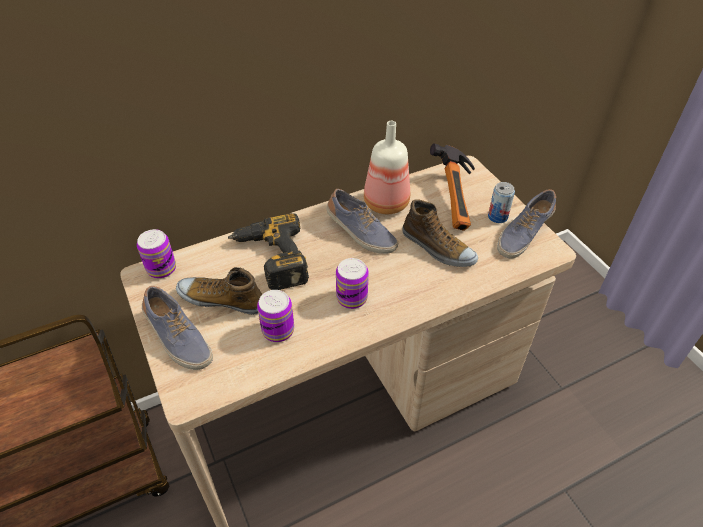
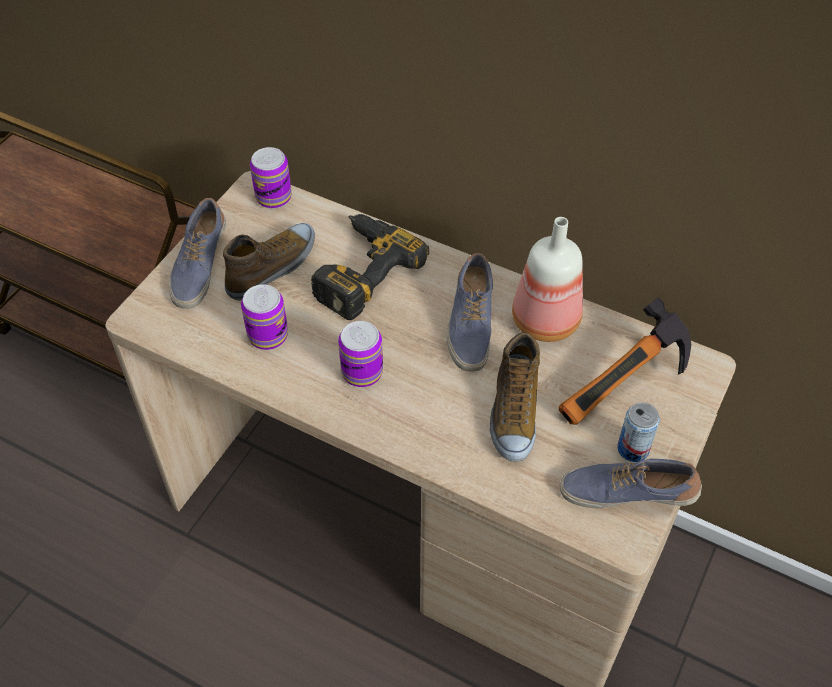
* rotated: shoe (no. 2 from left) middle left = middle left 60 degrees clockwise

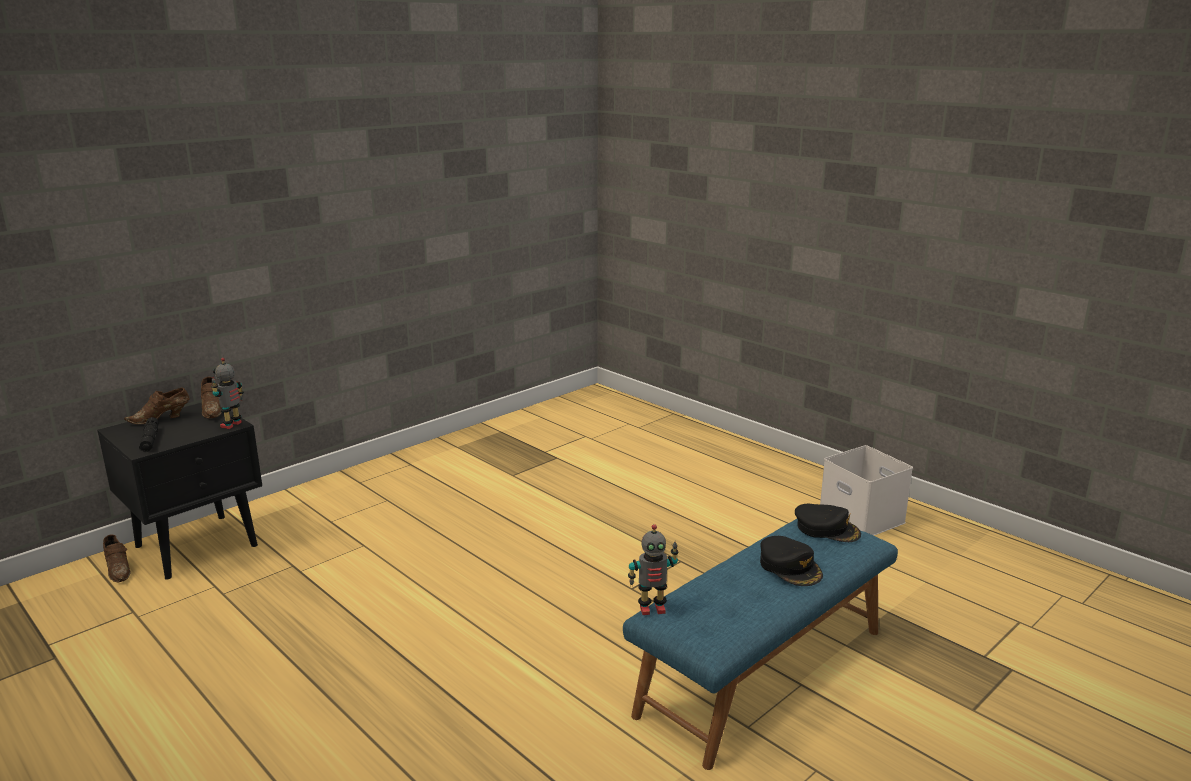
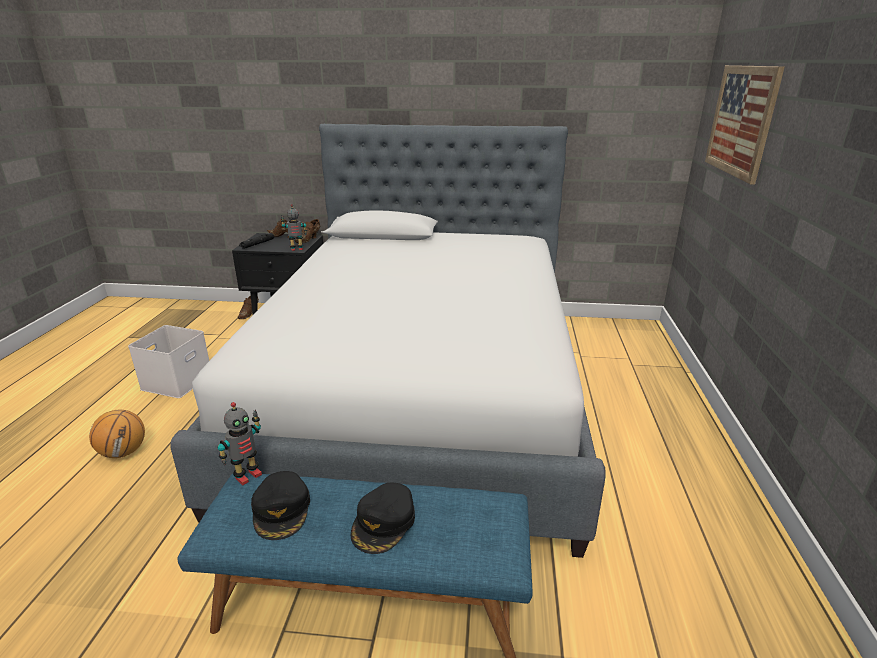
* rotated: toy robot (no. 2 from left in the first image) bottom centre = bottom left 90 degrees counterclockwise
* shifted: black cap (no. 2 from left in the first image) bottom right to black cap (no. 1 from left) bottom left
* shifted: white storage box middle right to middle left
* new: basketball middle left
* new: bed centre
* new: picture top right

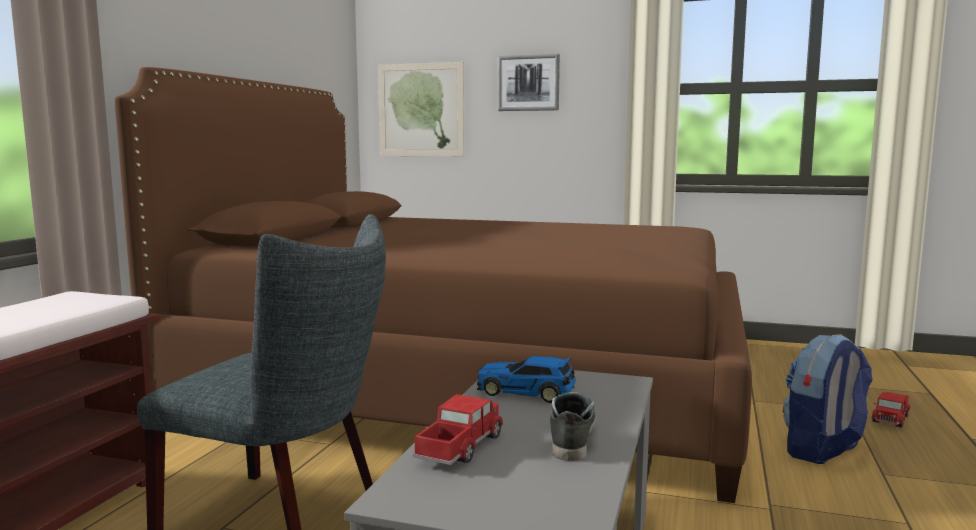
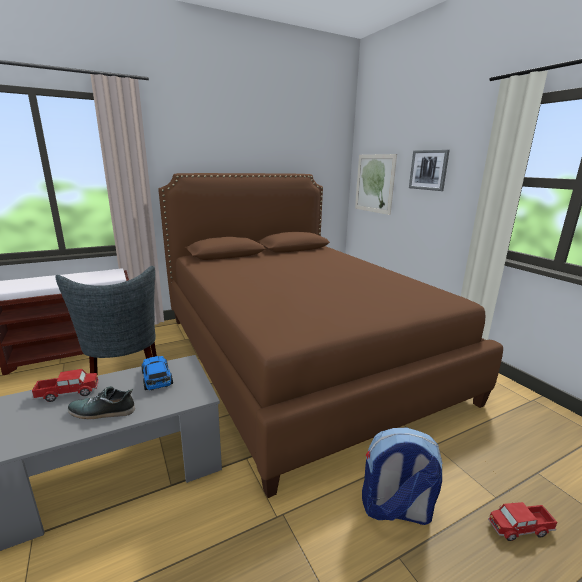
* rotated: shoe bottom centre = bottom left 150 degrees counterclockwise

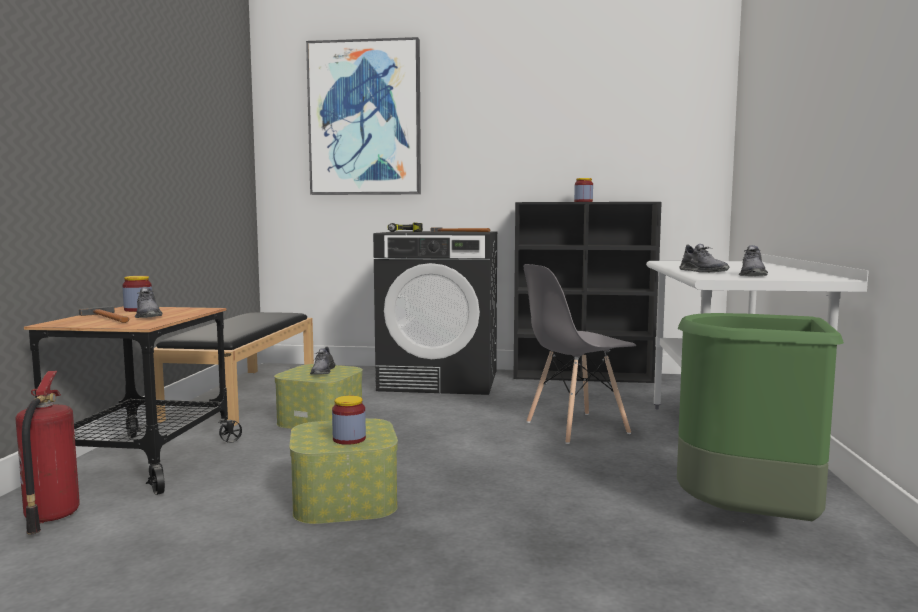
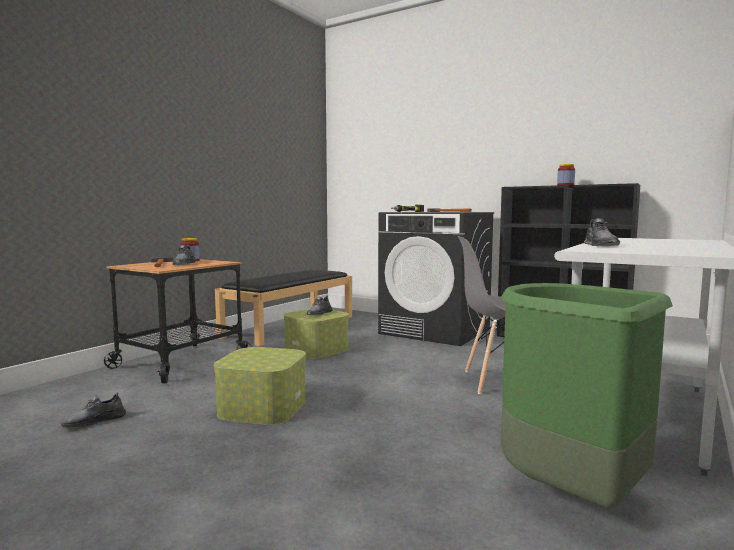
* gone: fire extinguisher bottom left
* gone: picture top centre
* gone: jar (no. 2 from left) bottom centre
* shifted: grey shoe (no. 4 from left in the first image) middle right to grey shoe (no. 1 from left) bottom left

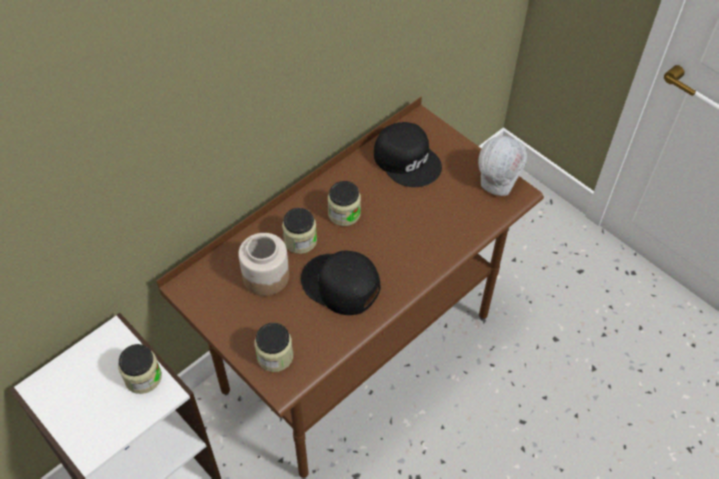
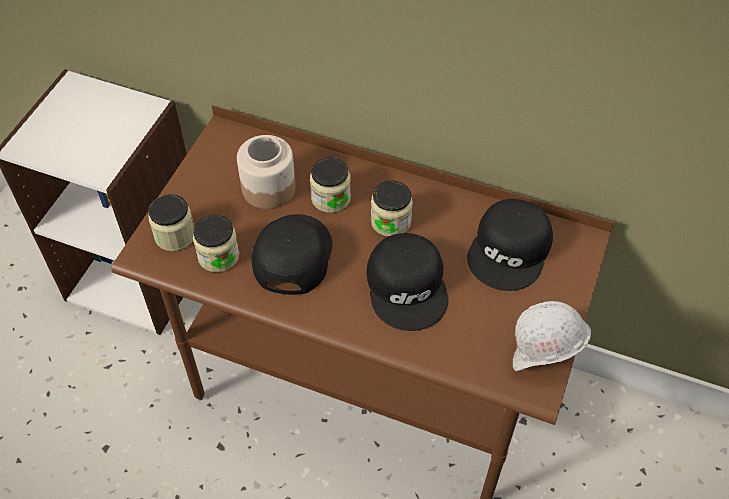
* shifted: jar (no. 1 from left in the first image) bottom left to jar (no. 2 from left) middle left
* new: black cap (no. 2 from left) centre

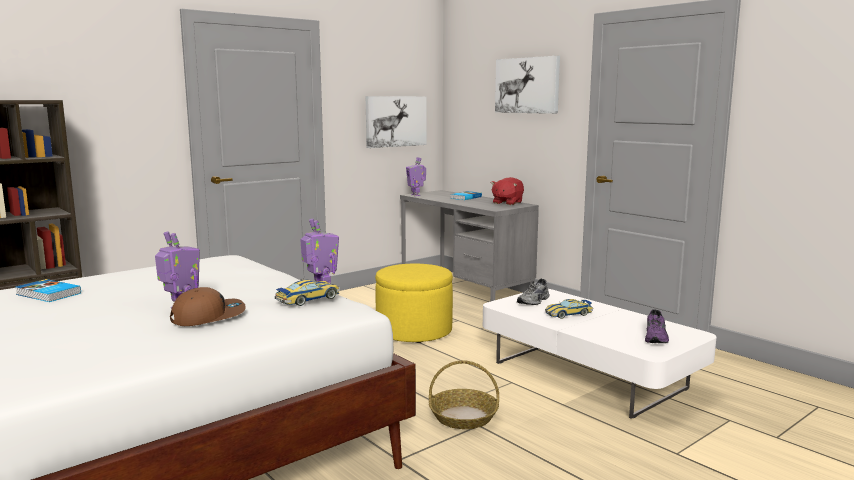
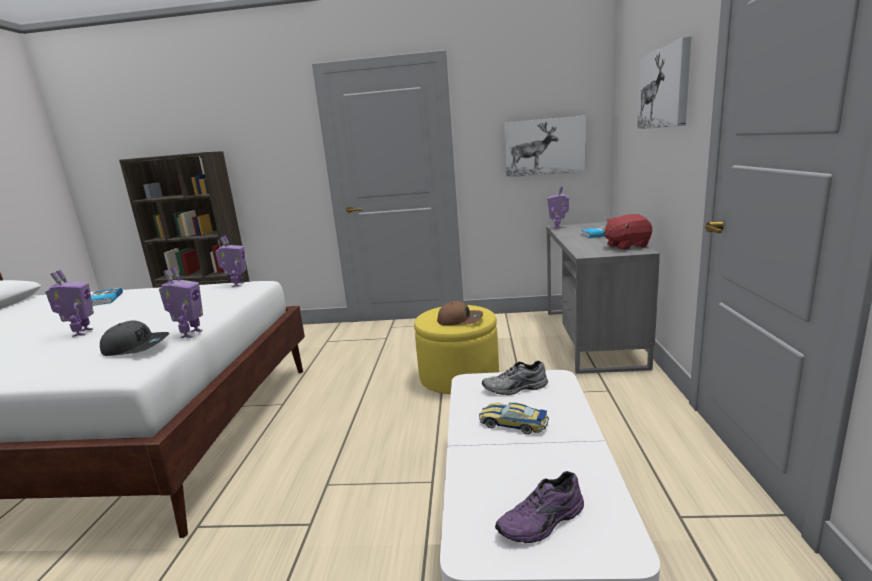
* shifted: brown cap middle left to centre
* swapped: toy car (no. 1 from left) centre to grey cap middle left
* gone: basket bottom centre
* new: toy robot (no. 3 from left) middle left

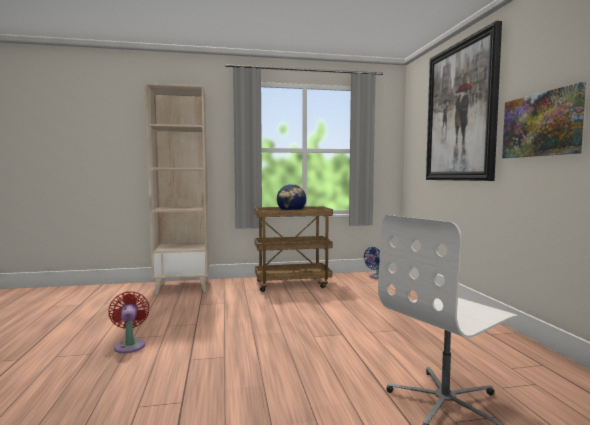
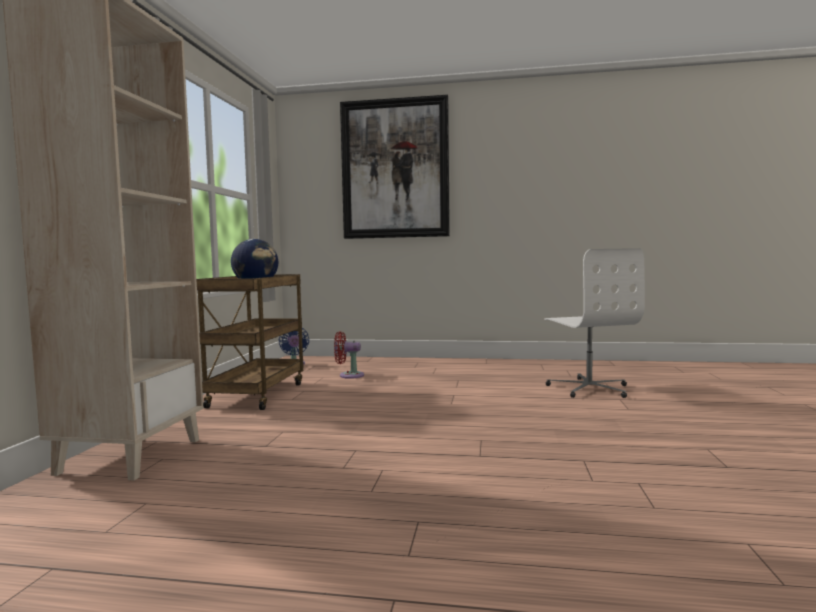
* shifted: red fan bottom left to centre
* gone: picture (no. 2 from left) top right

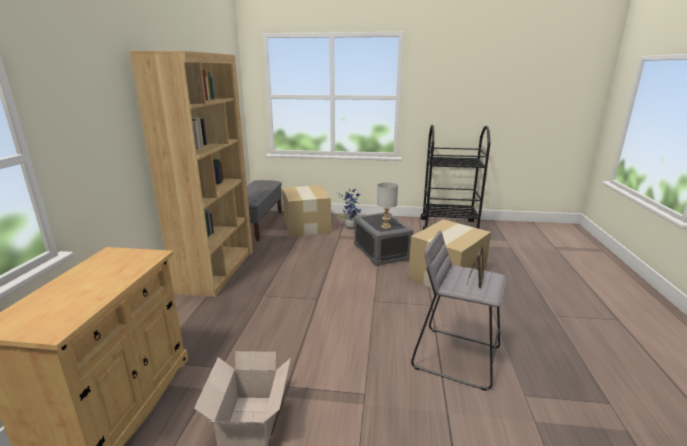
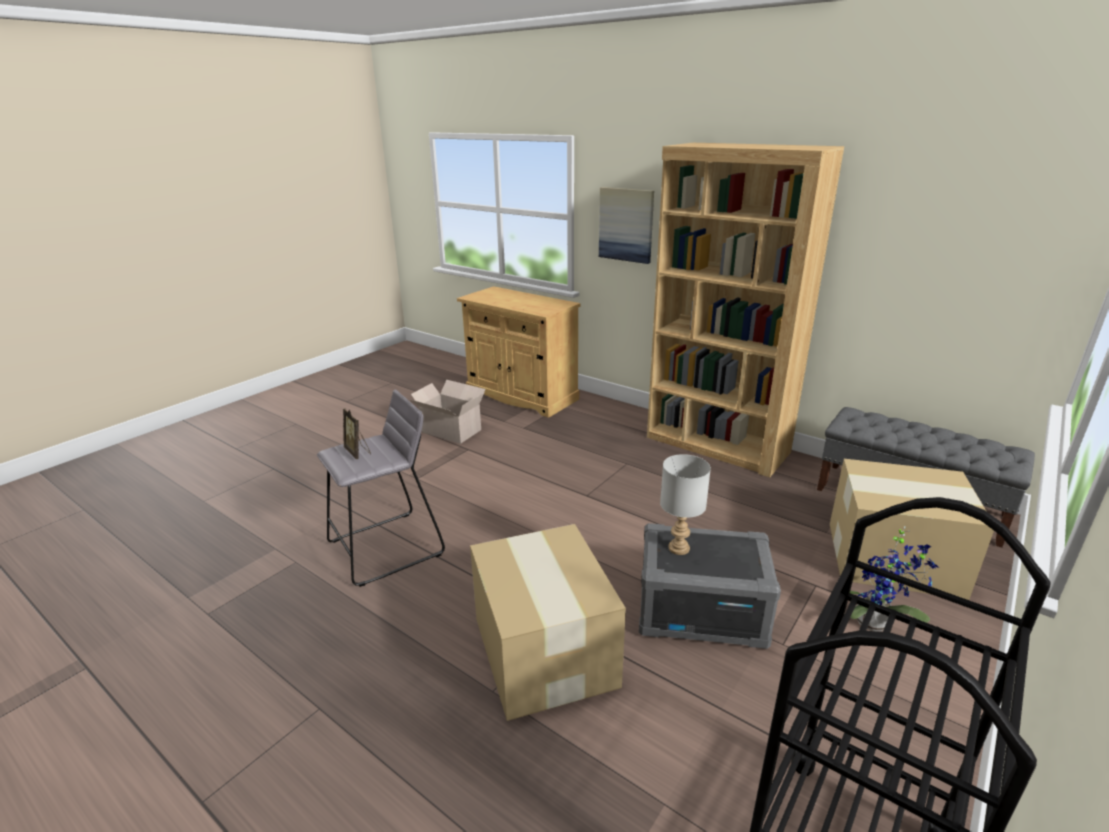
* new: picture top centre

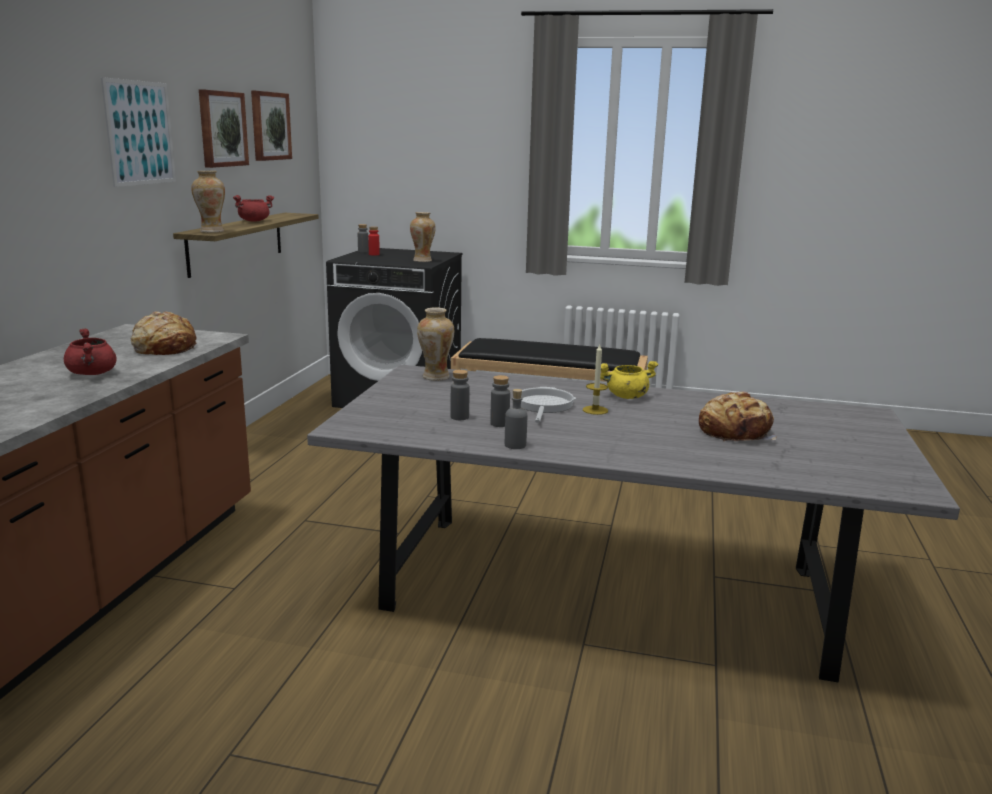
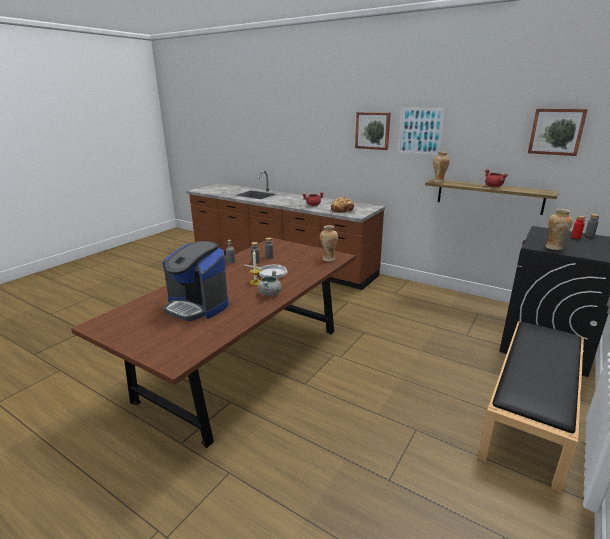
* shifted: picture (no. 2 from left in the first image) top left to picture (no. 1 from left) top centre
* repainted: grey dining table centre to brown dining table centre
* repainted: yellow cooking pot centre to grey cooking pot centre
* swapped: bread (no. 2 from left) middle right to coffee machine middle left

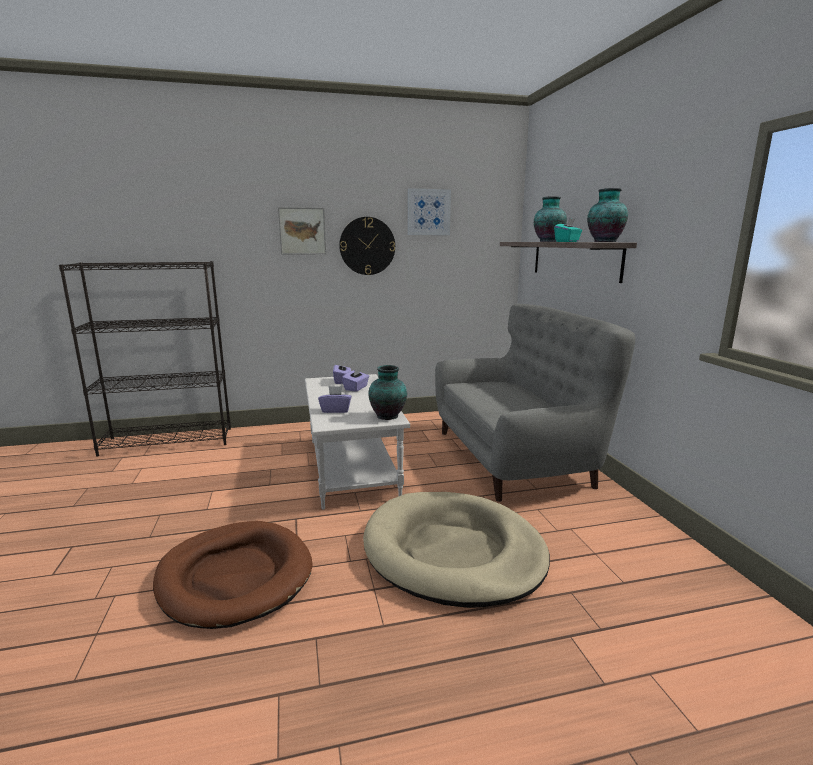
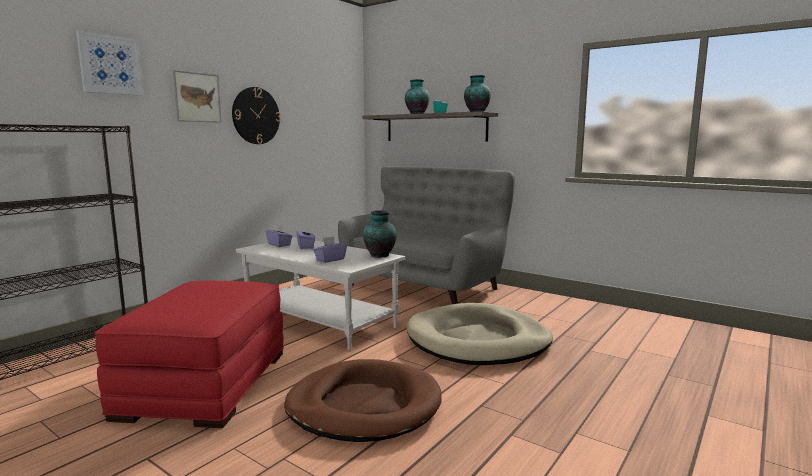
* shifted: picture (no. 2 from left in the first image) top centre to picture (no. 1 from left) top left
* new: red ottoman bottom left

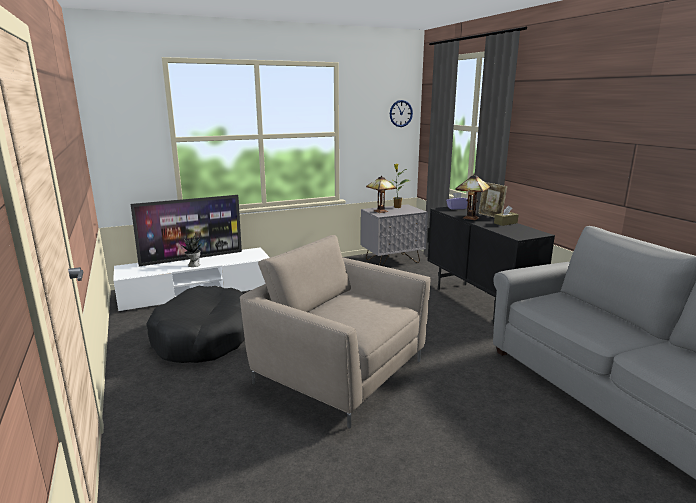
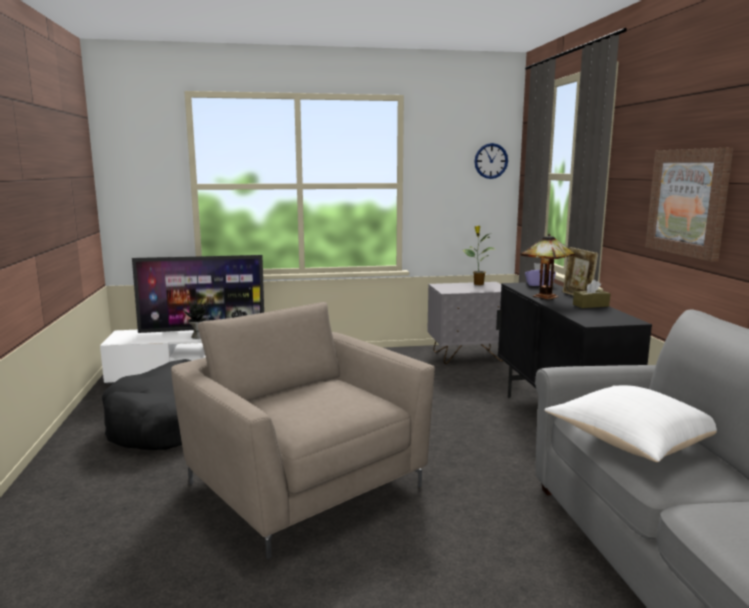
* gone: table lamp (no. 1 from left) centre
* new: white pillow bottom right
* new: picture middle right

